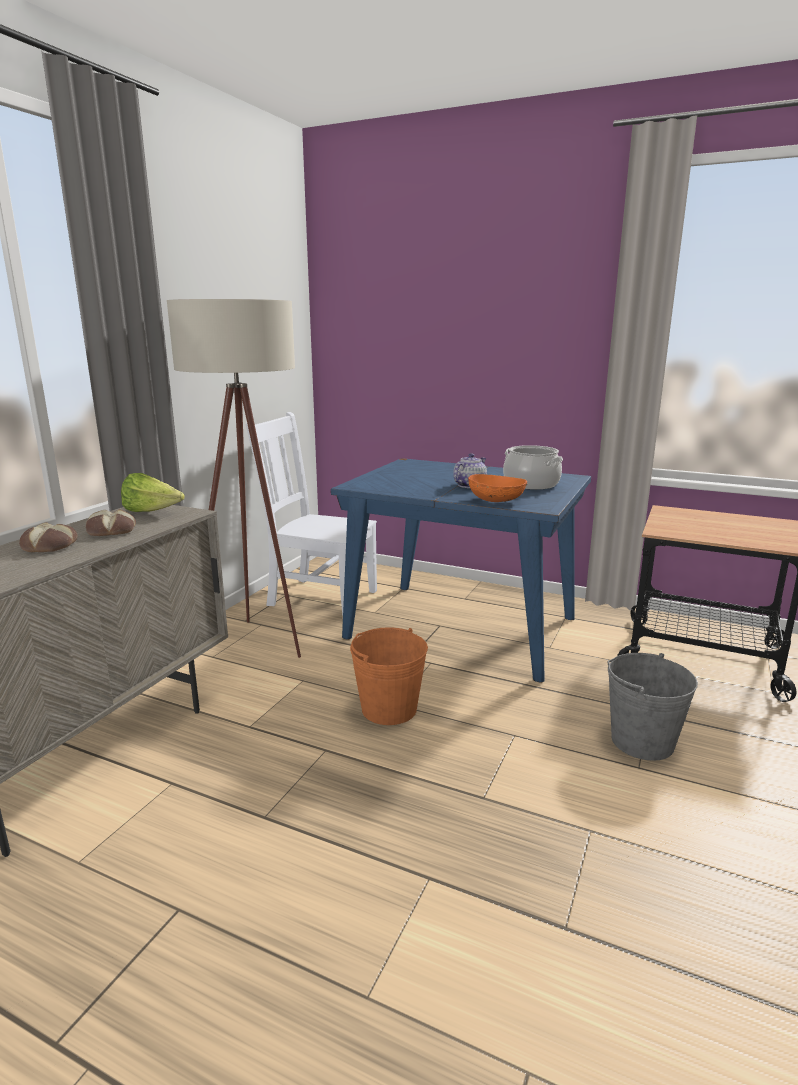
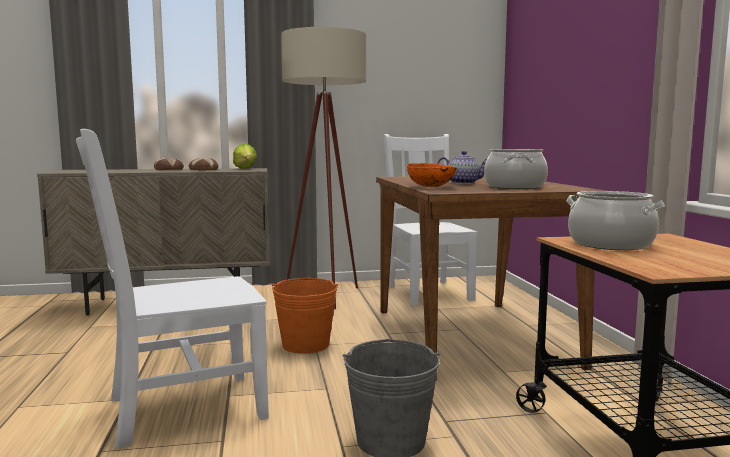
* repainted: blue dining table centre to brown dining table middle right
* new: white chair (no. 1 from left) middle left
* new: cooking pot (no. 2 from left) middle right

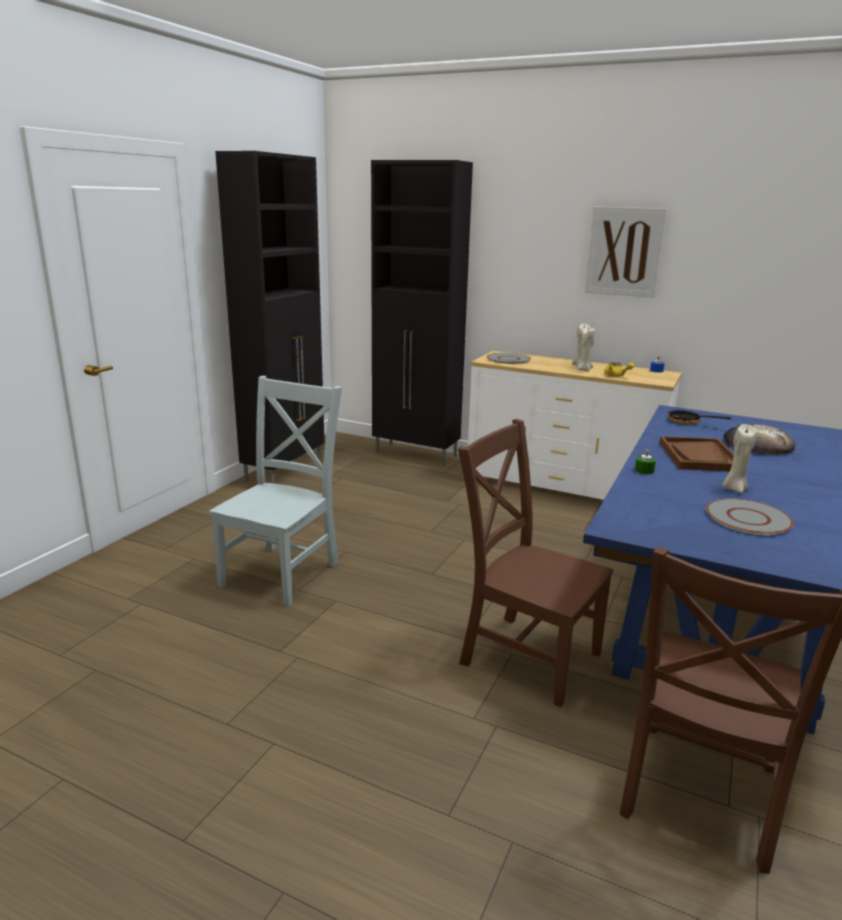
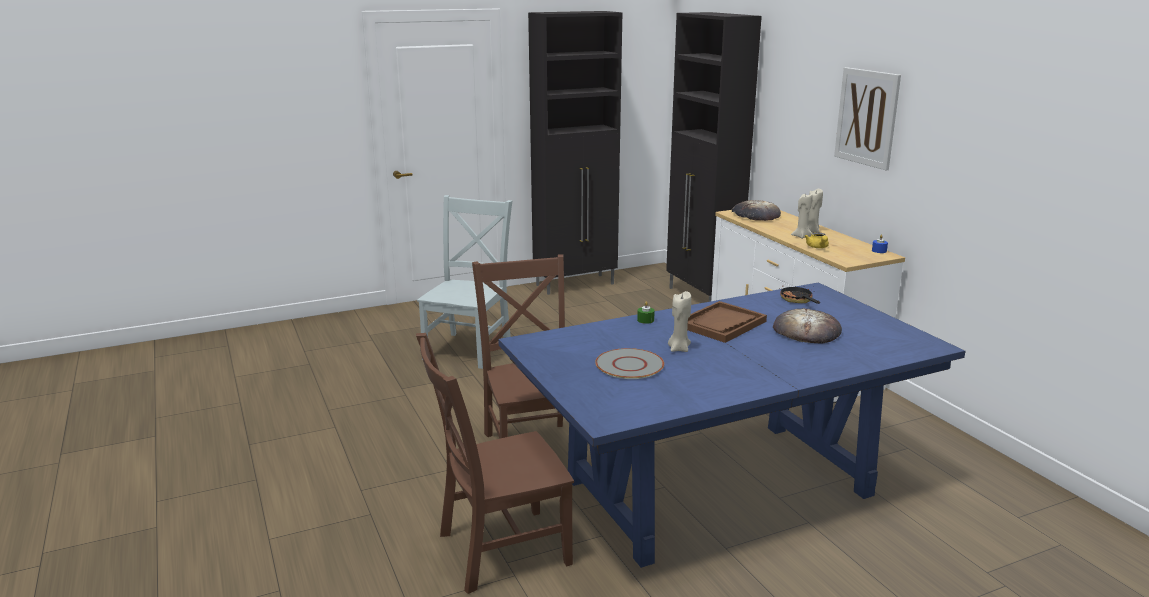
* rotated: grey chair middle left = centre 45 degrees counterclockwise
* swapped: grey plate (no. 1 from left) centre to bread (no. 1 from left) centre

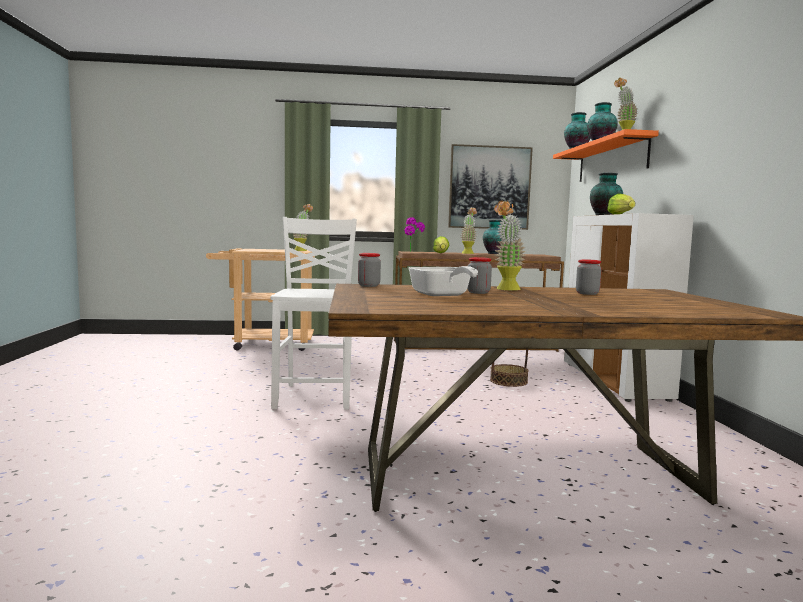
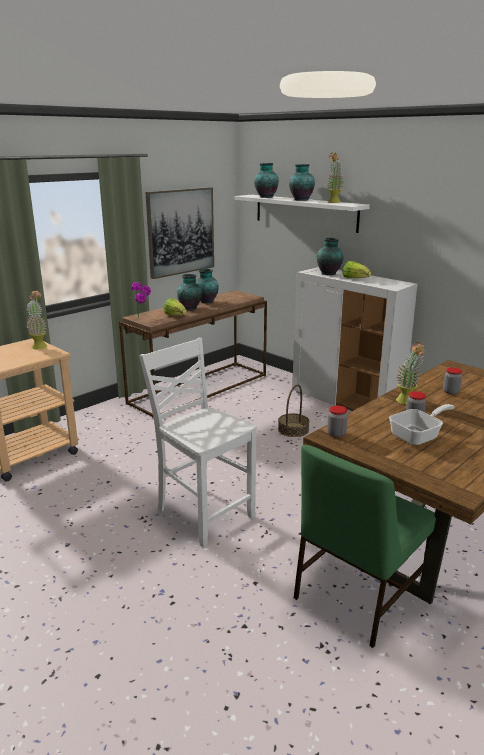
* rotated: frying pan centre = middle right 60 degrees counterclockwise
* swapped: potted plant (no. 3 from left) centre to vase (no. 1 from left) centre
* repainted: orange shelf top right to white shelf top centre
* new: green chair bottom right

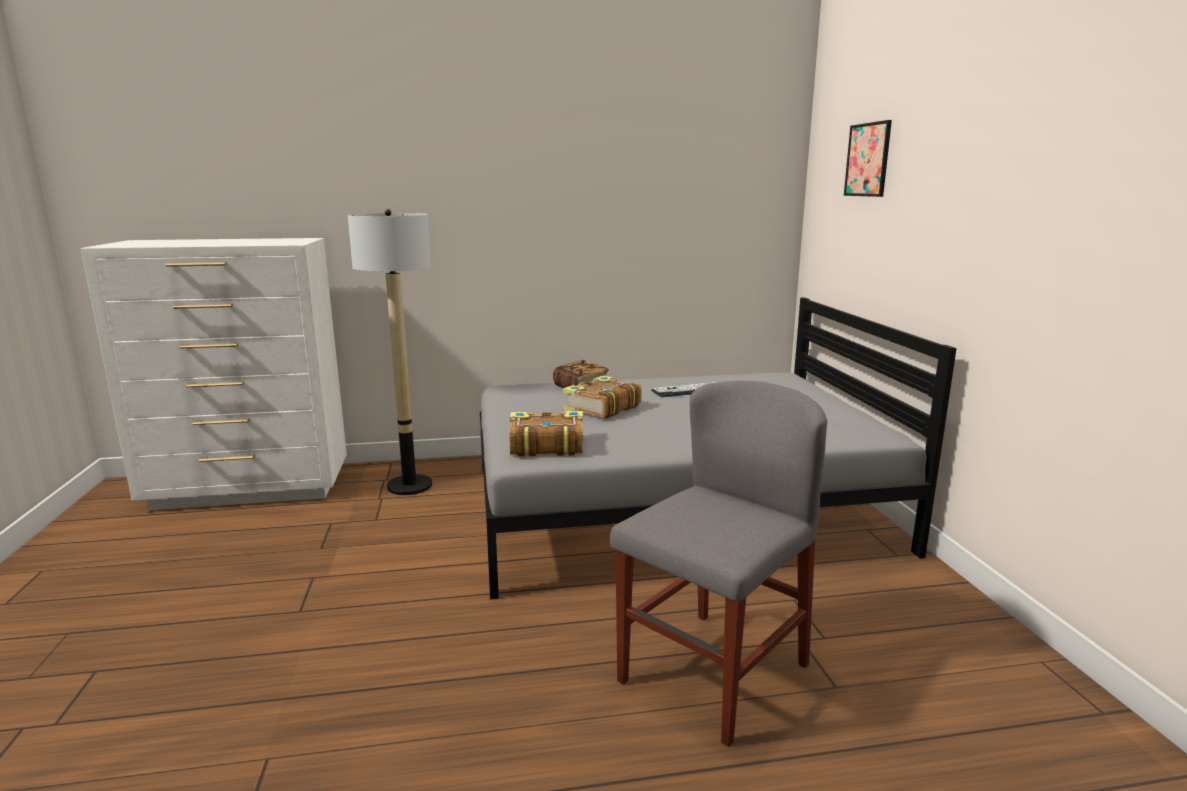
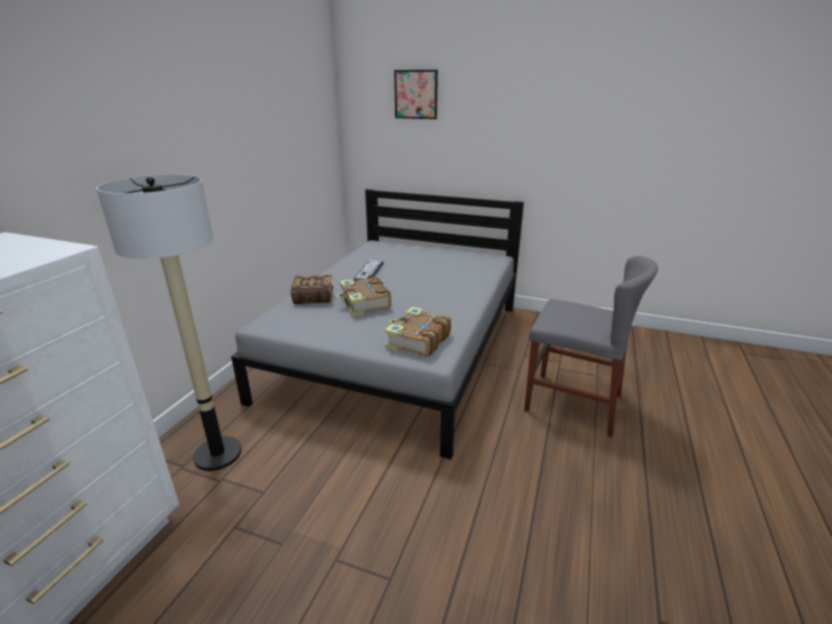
* rotated: grey chair bottom centre = middle right 135 degrees clockwise

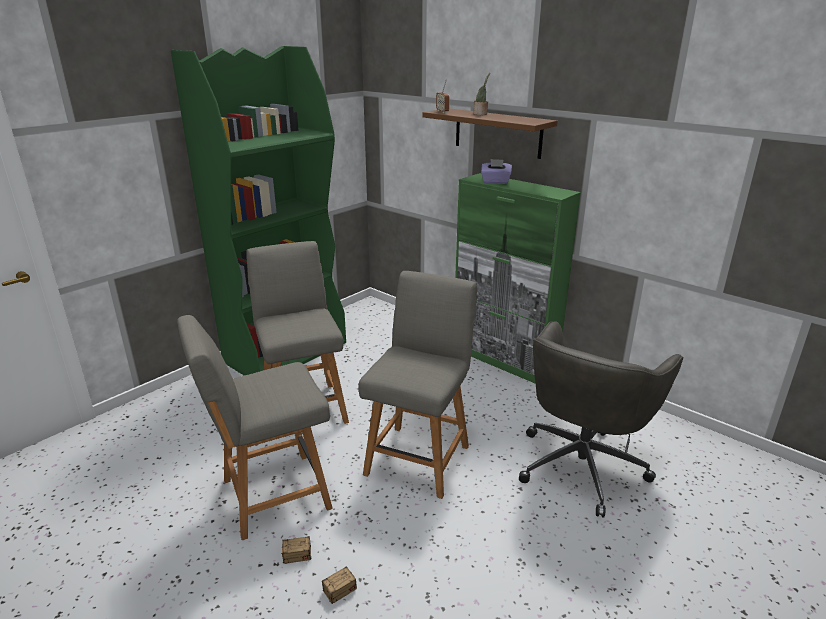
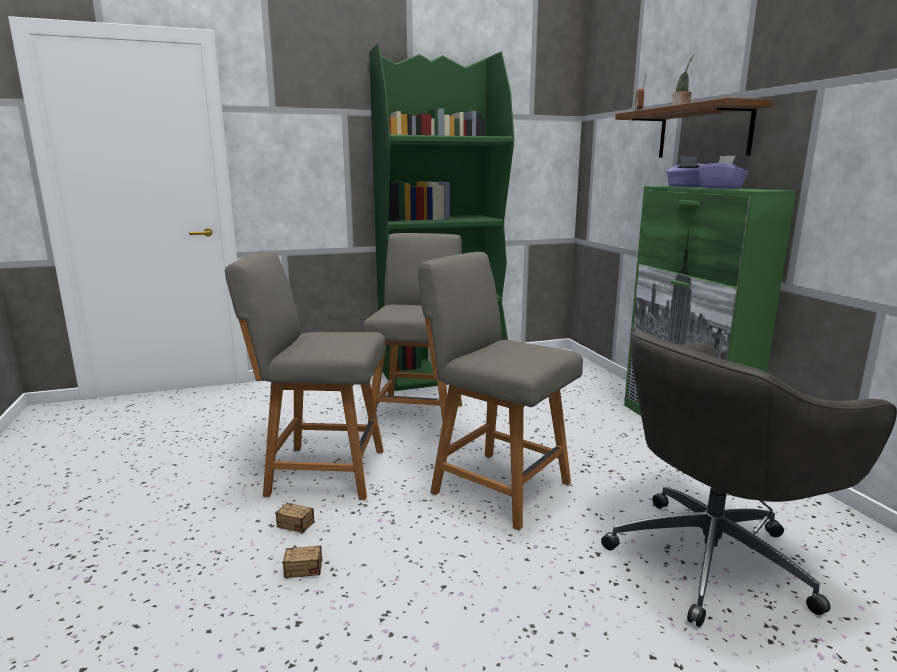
* rotated: grey chair (no. 3 from left) centre = centre 105 degrees counterclockwise
* new: purple tissue box (no. 2 from left) top right

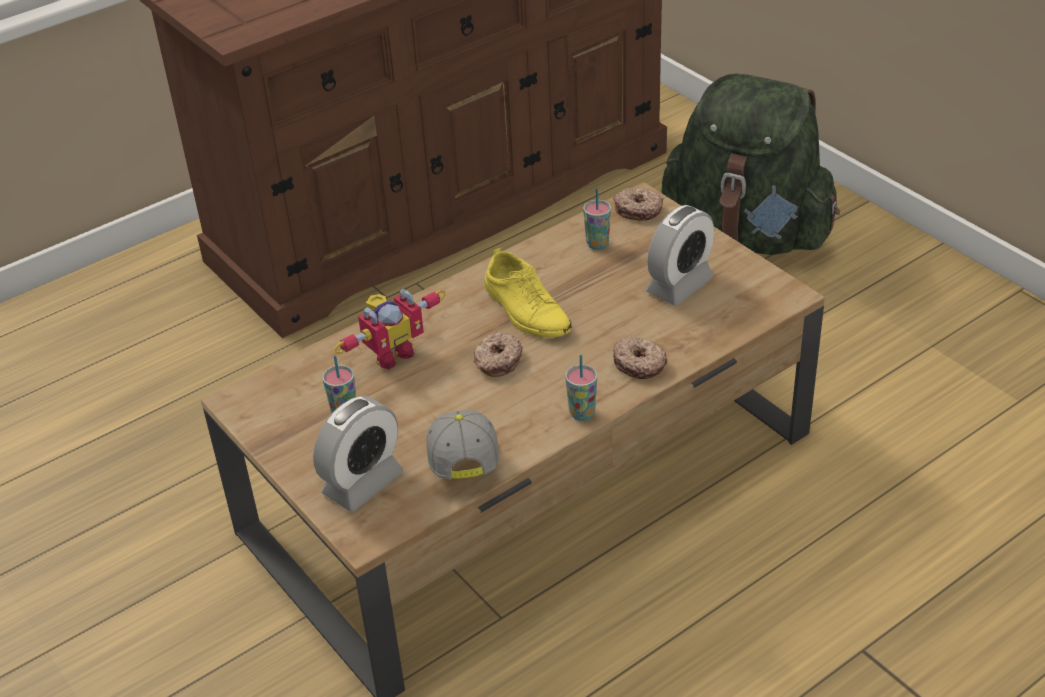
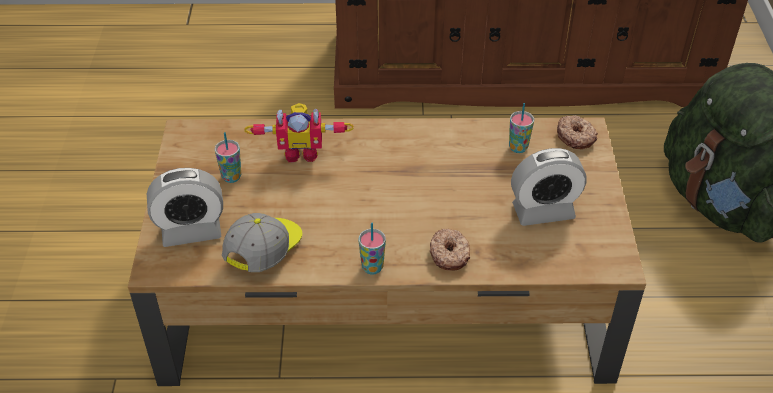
* gone: donut (no. 1 from left) centre
* gone: yellow shoe centre

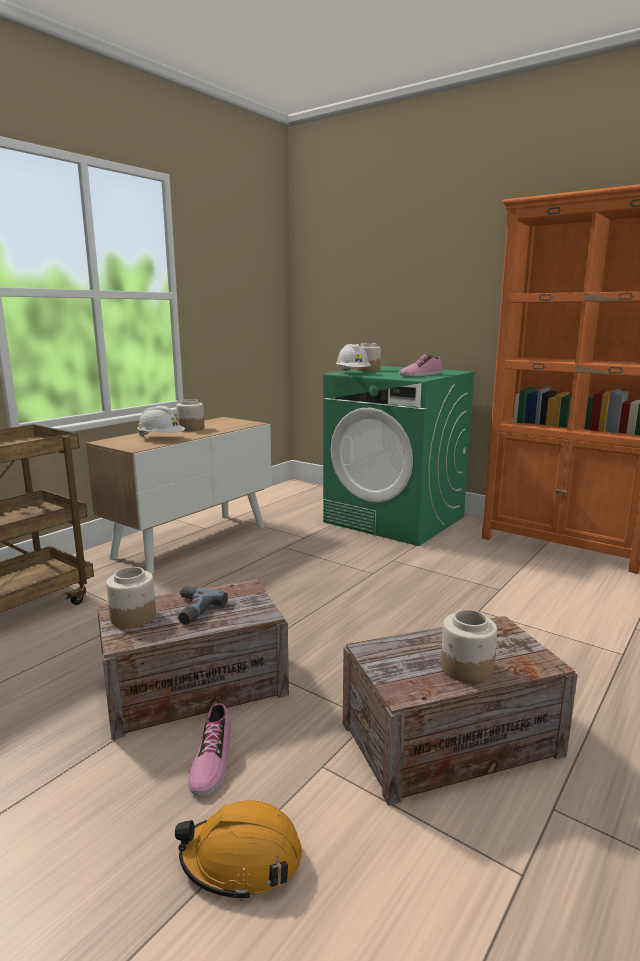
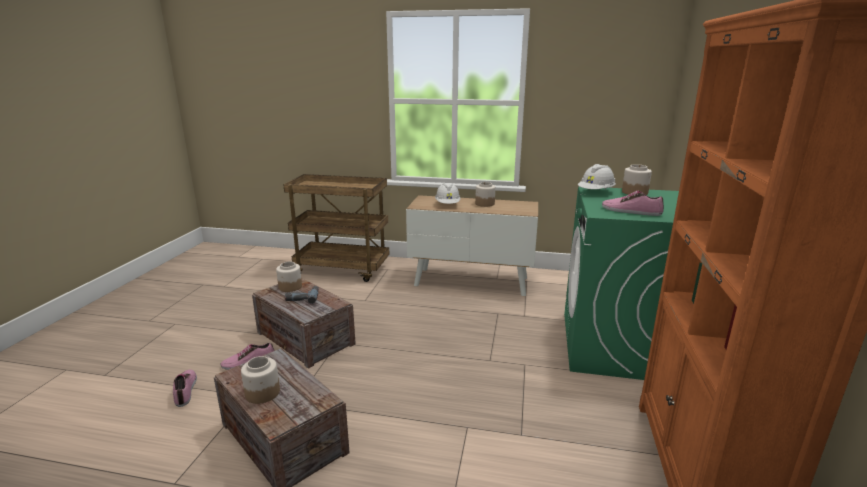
* swapped: orange hard hat bottom centre to shoe (no. 1 from left) bottom left

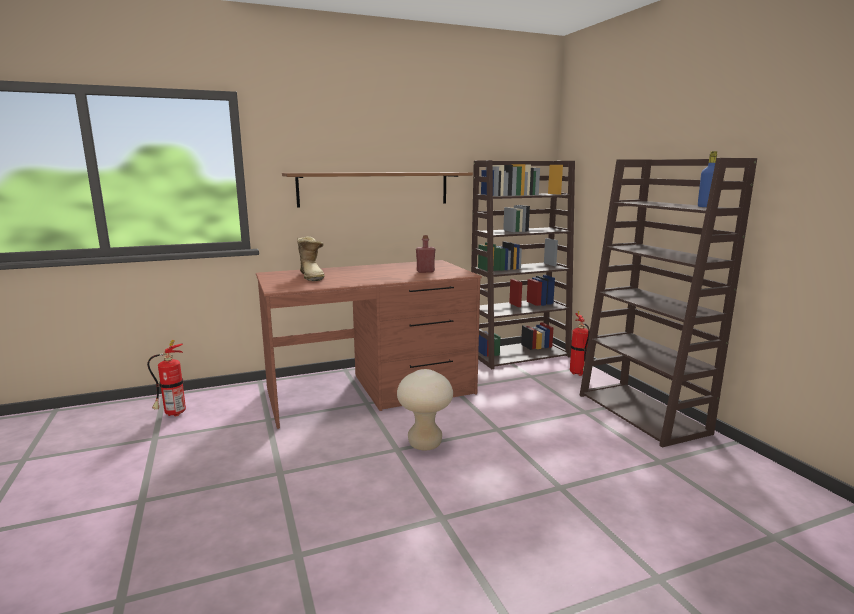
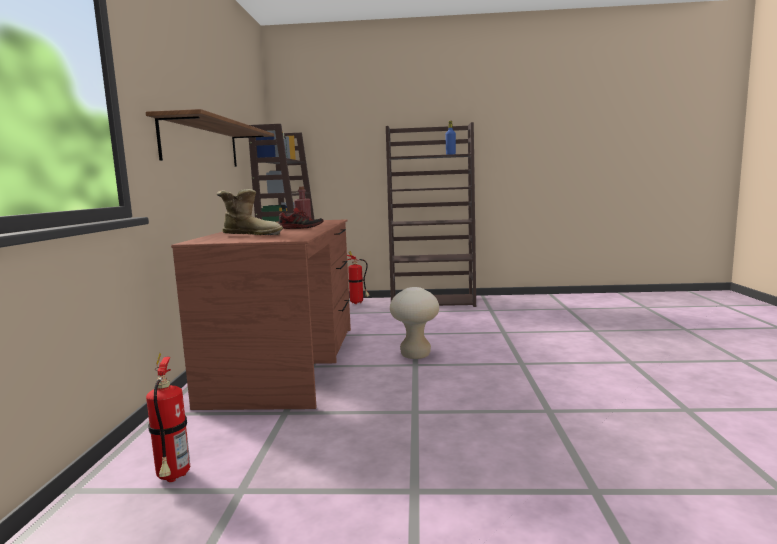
* new: shoe centre

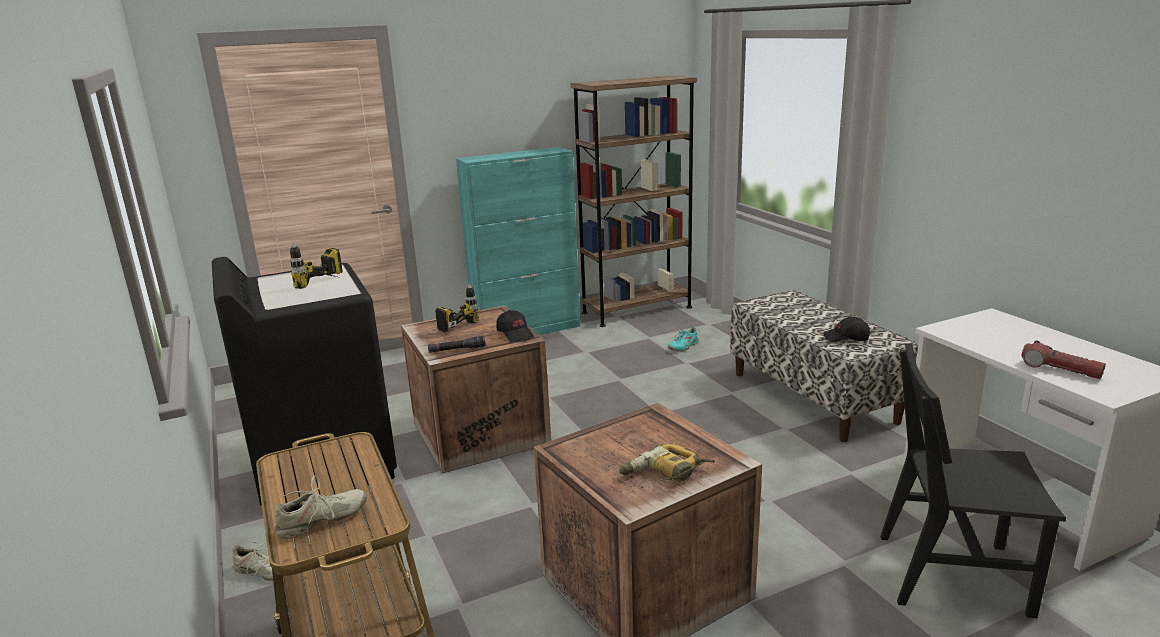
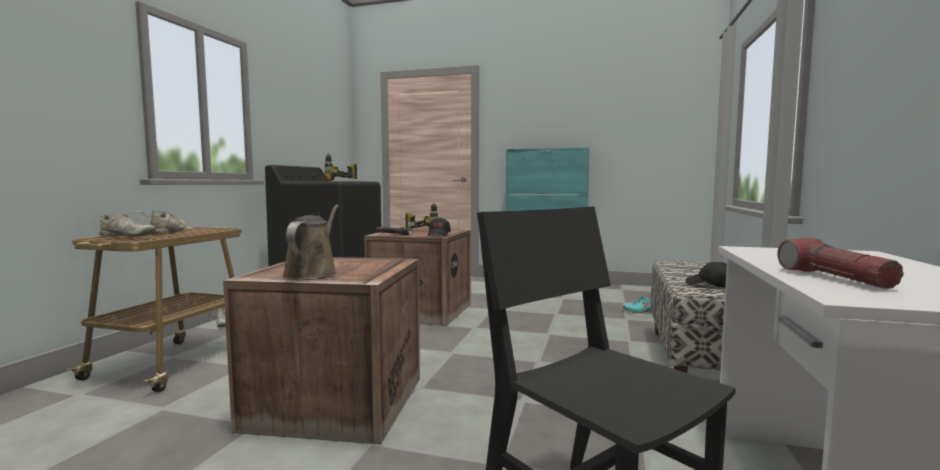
* gone: brown bookcase top centre
* swapped: power drill (no. 3 from left) bottom centre to brown watering can middle left
* new: beige shoe (no. 2 from left) middle left

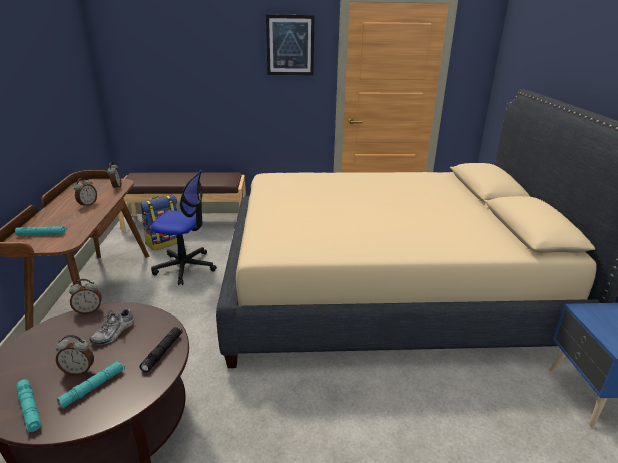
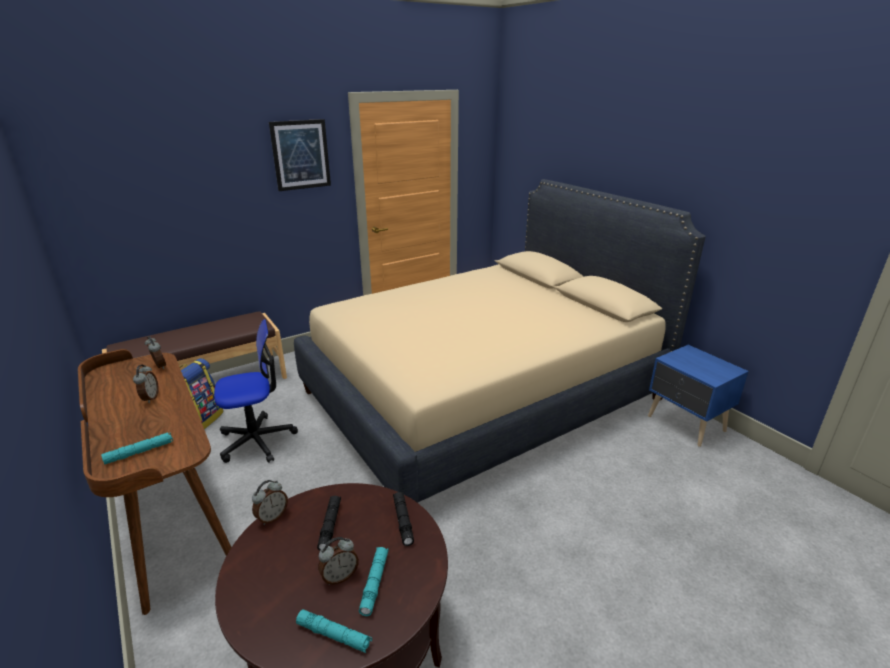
* swapped: shoe bottom left to black flashlight (no. 1 from left) bottom centre

